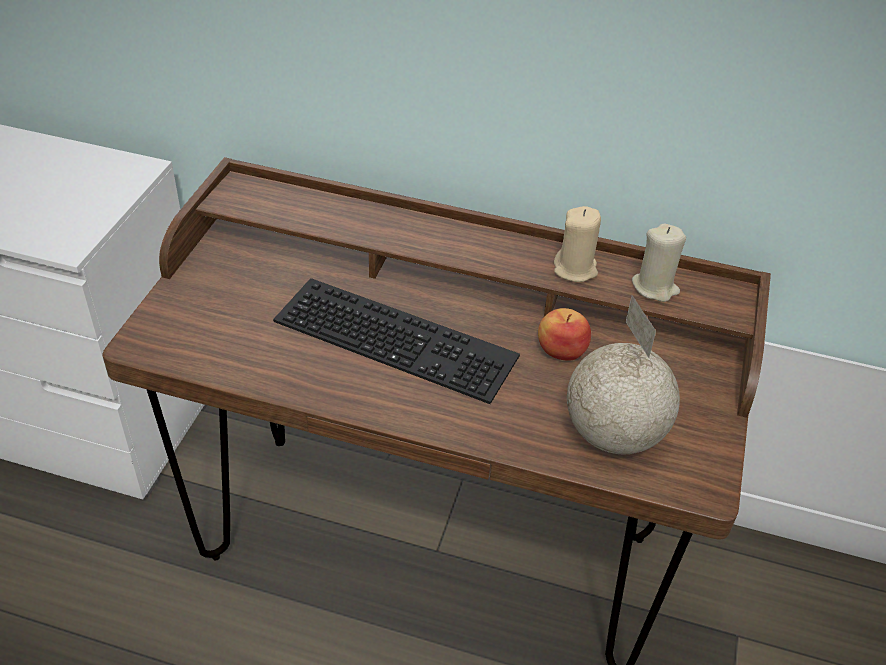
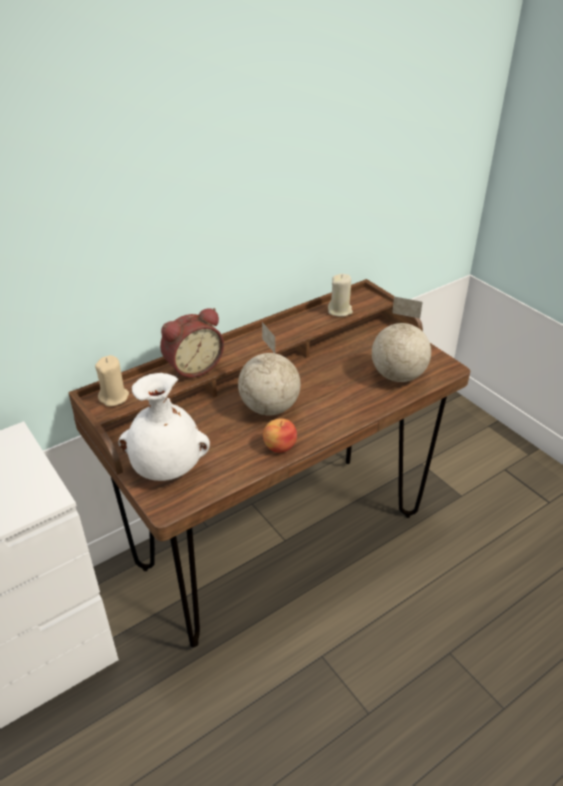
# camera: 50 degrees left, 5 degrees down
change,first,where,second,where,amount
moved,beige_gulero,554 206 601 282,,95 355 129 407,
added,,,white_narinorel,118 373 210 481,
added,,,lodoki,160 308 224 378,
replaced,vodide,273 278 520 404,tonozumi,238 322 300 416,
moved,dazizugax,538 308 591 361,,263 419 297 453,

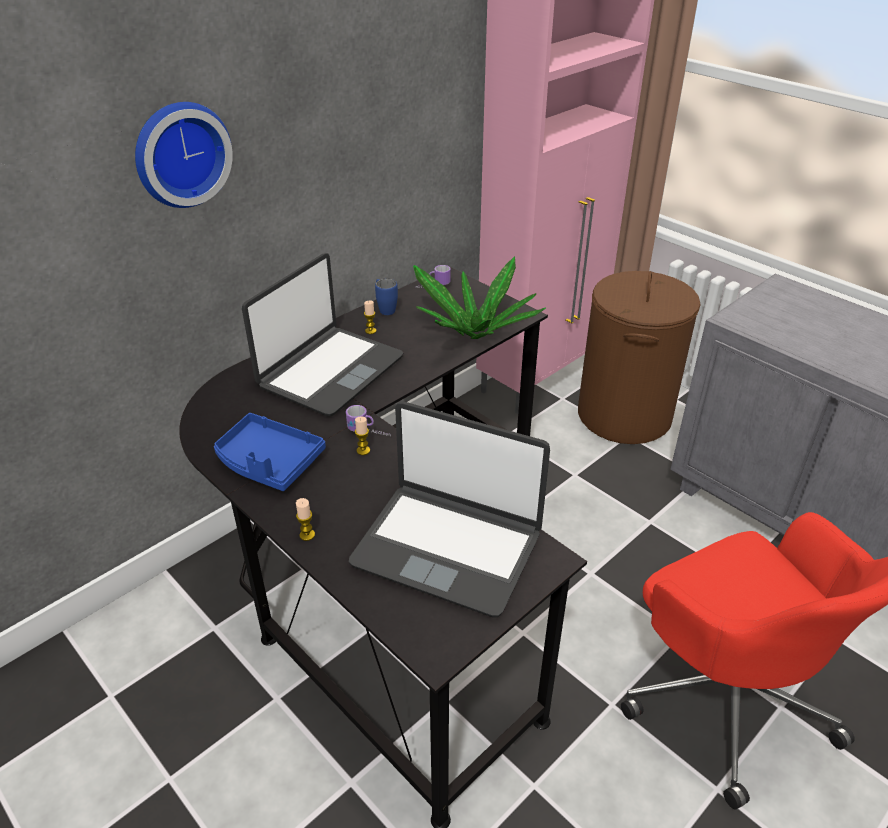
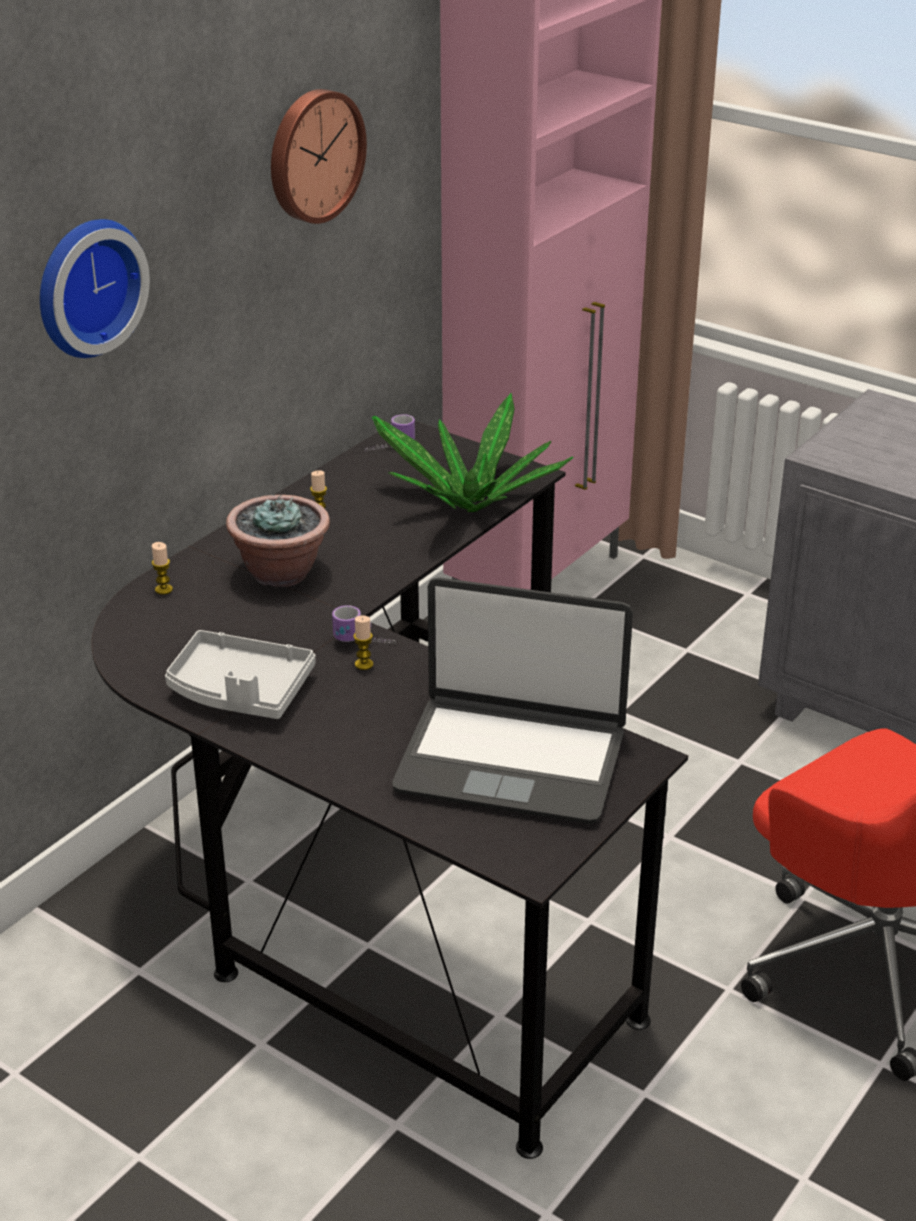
# camera: 10 degrees left, 5 degrees down
change,first,where,second,where,amount
moved,gulero,296 498 315 541,,152 542 173 595,
recoloured,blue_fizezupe,214 413 326 491,grey_fizezupe,165 630 316 719,
replaced,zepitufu,242 253 404 416,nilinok,226 495 330 587,
added,,,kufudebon,271 89 367 224,
removed,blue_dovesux,375 279 398 315,,,
removed,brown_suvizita,578 271 701 444,,,

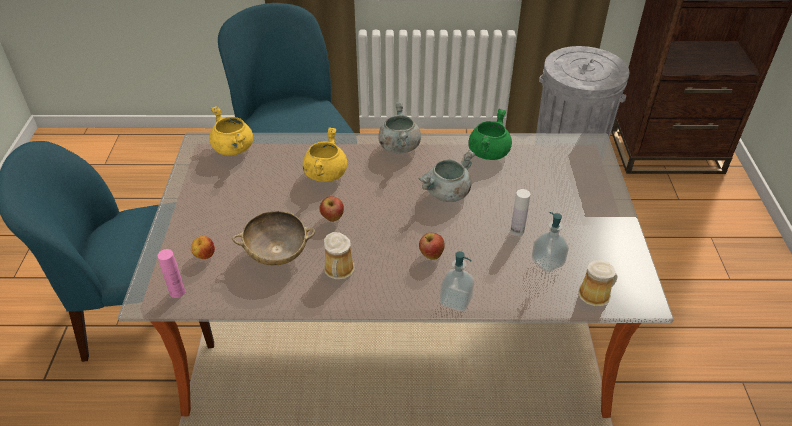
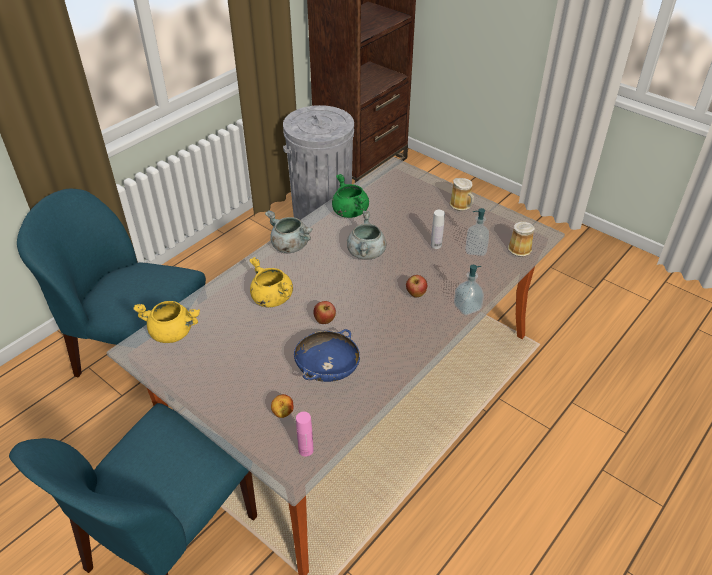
# camera: 50 degrees left, 0 degrees up
change,first,where,second,where,amount
recoloured,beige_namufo,232 211 315 265,blue_namufo,294 329 360 382,
moved,dovesux,324 232 355 280,,450 178 474 211,

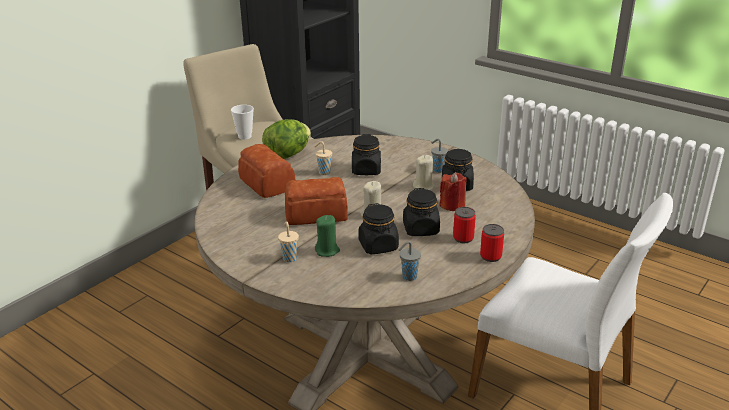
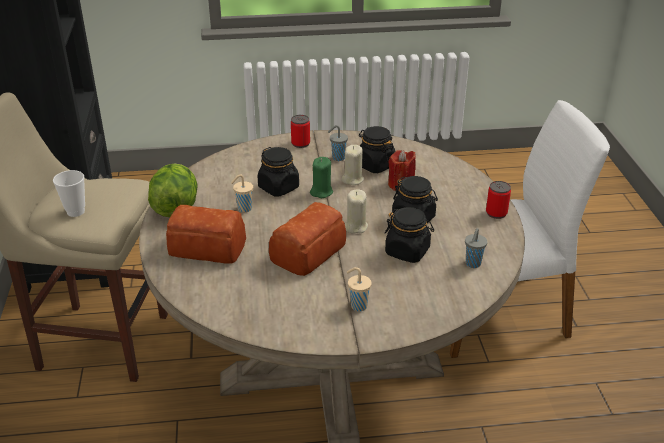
# camera: 45 degrees left, 5 degrees up
change,first,where,second,where,amount
moved,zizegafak,453 207 476 243,,291 115 310 148,
moved,green_gulero,315 215 340 257,,310 157 333 198,

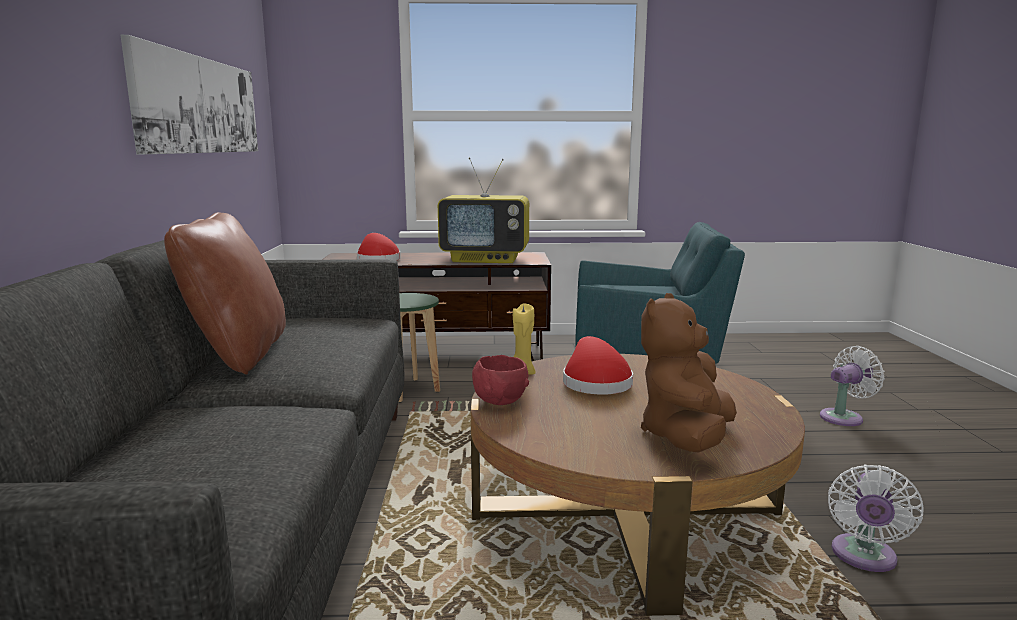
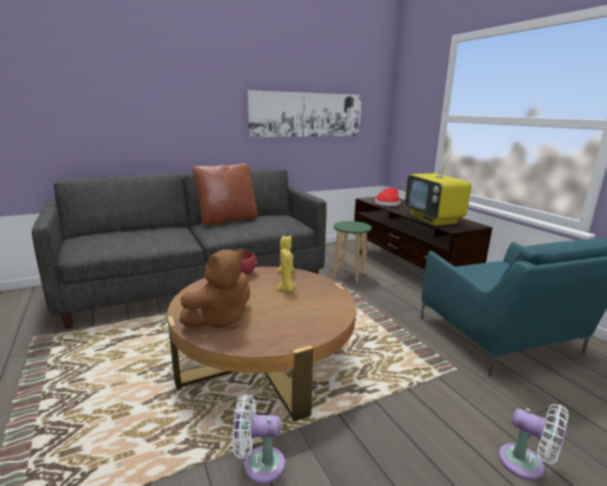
# camera: 65 degrees right, 5 degrees up
change,first,where,second,where,amount
turned,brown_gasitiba,641 293 737 453,,180 249 250 329,135 degrees clockwise
replaced,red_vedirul,563 336 633 395,yellow_gulero,277 249 295 291,

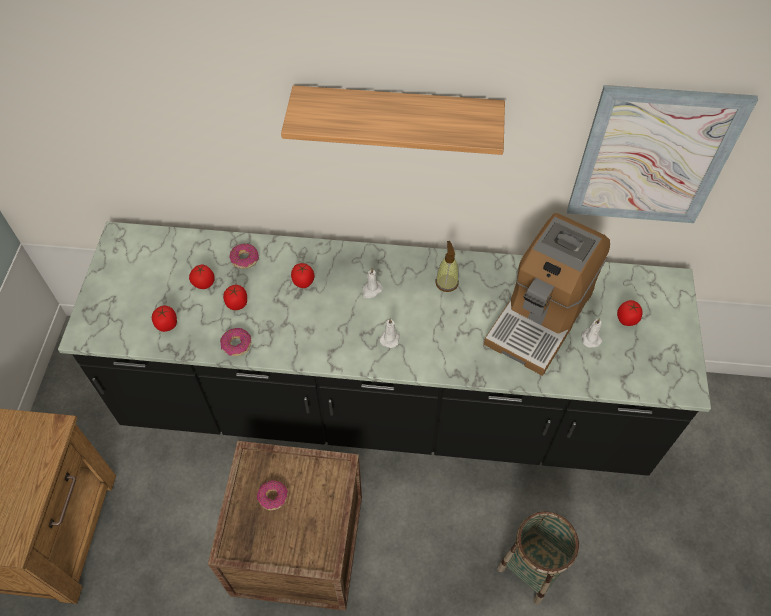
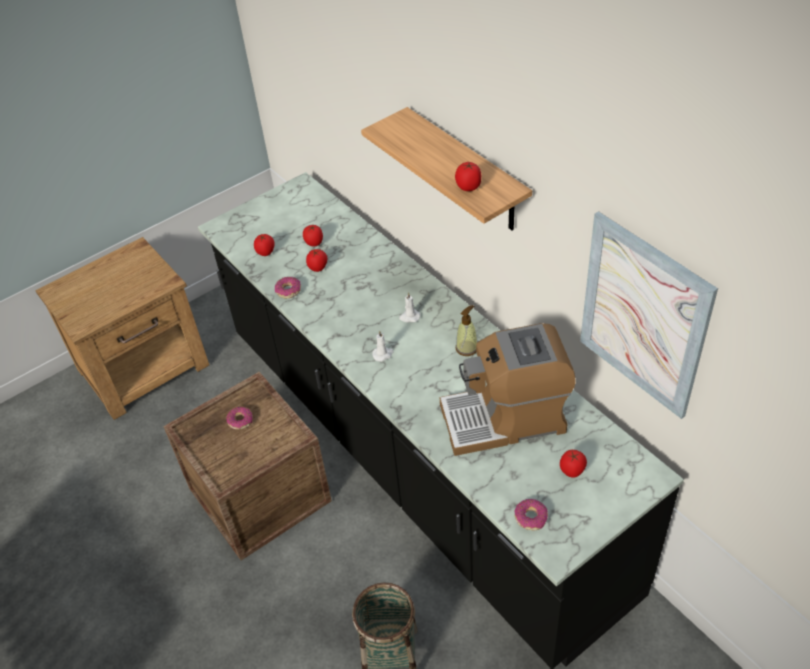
# camera: 50 degrees right, 10 degrees down
change,first,where,second,where,amount
moved,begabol,291 263 314 288,,455 162 481 191,
moved,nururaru,229 244 259 269,,514 499 548 531,
removed,white_gulero,581 318 602 348,,,

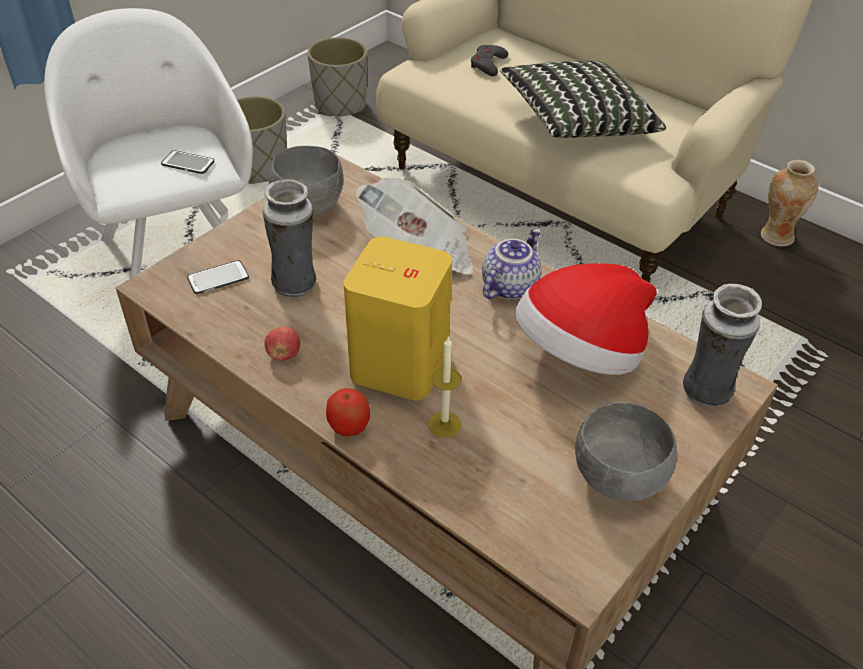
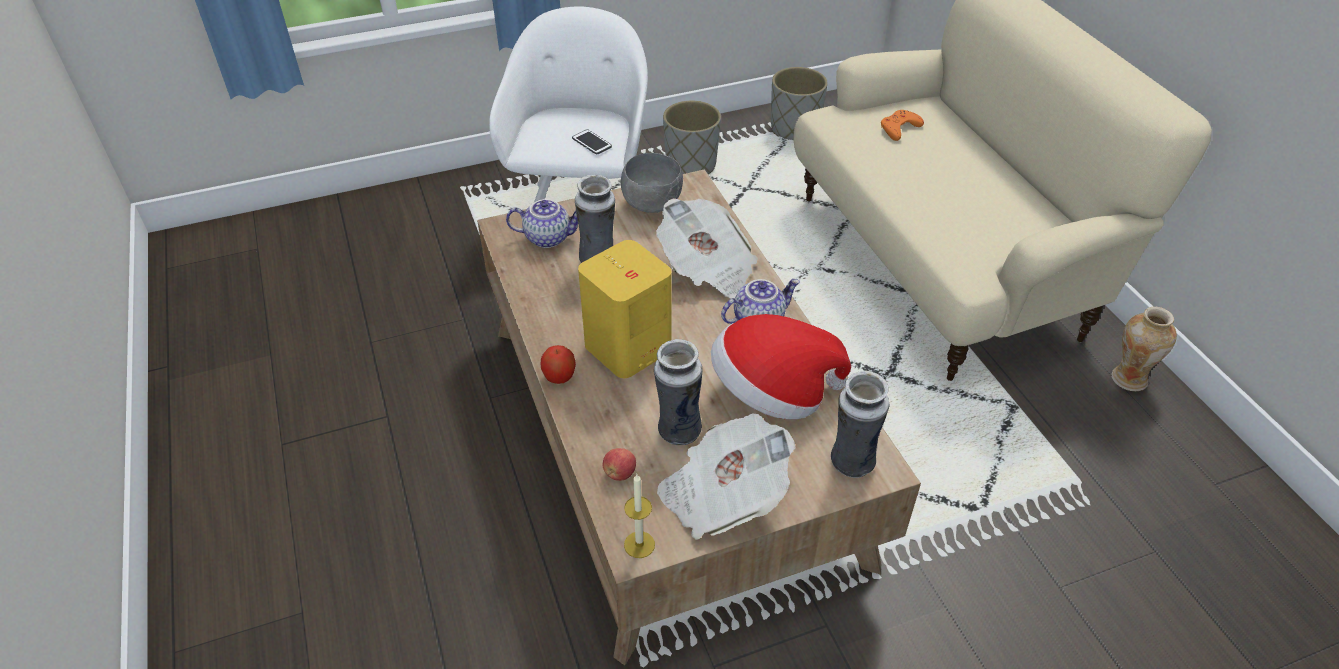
# camera: 30 degrees right, 0 degrees up
change,first,where,second,where,amount
replaced,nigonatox,187 260 249 294,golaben,506 199 578 248,
moved,dazizugax,264 326 300 361,,603 448 636 481,
moved,gulero,428 337 461 437,,624 474 655 558,
added,,,narinorel,654 339 702 445,
replaced,grey_namufo,575 402 677 501,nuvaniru,657 414 796 540,
recoloured,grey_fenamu,471 45 508 76,orange_fenamu,881 110 924 141,
removed,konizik,499 61 666 138,,,

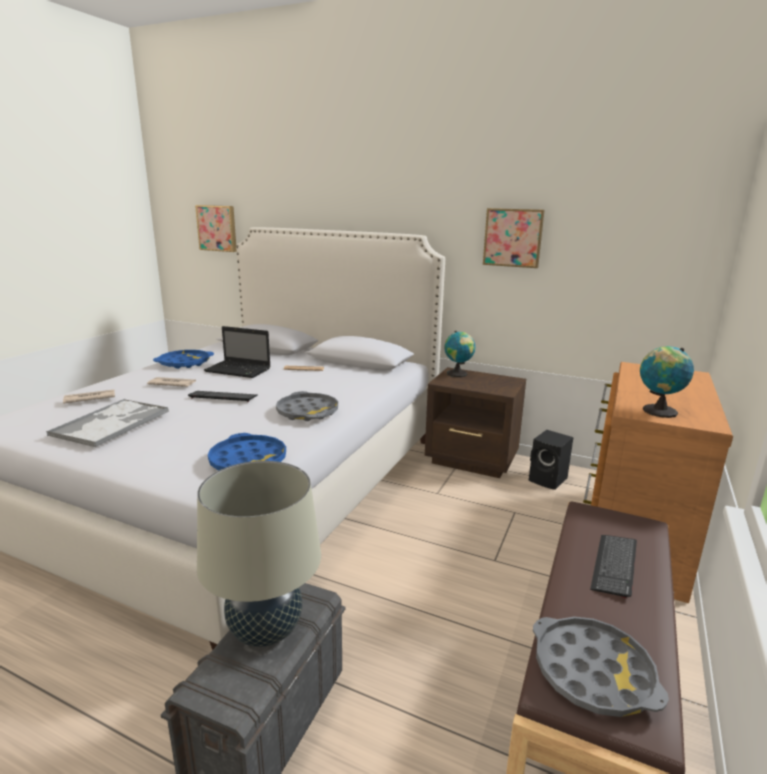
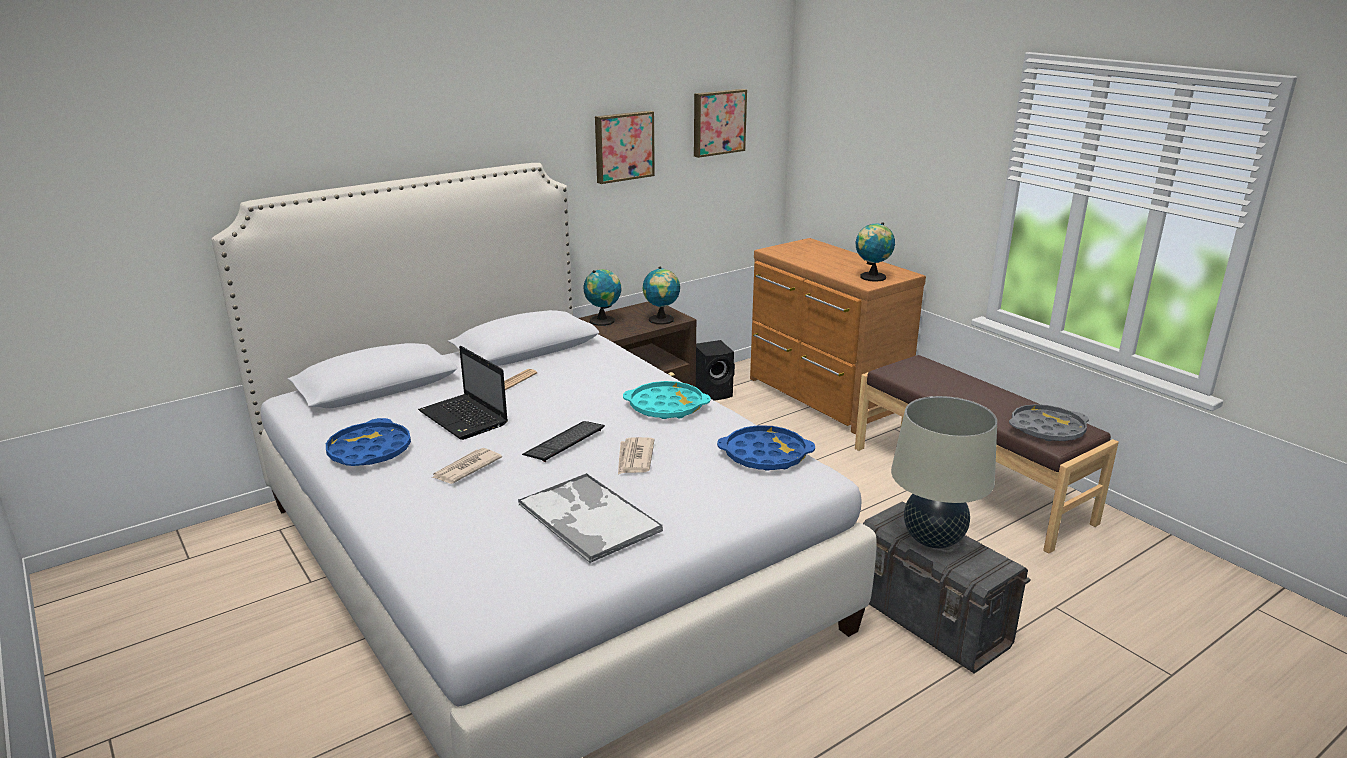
# camera: 60 degrees left, 5 degrees up
change,first,where,second,where,amount
turned,zepitufu,204 326 270 378,,418 346 508 440,90 degrees clockwise
moved,nuvaniru,63 390 115 404,,618 437 655 474,
recoloured,grey_fizezupe,276 391 338 421,turquoise_fizezupe,623 381 711 419,
added,,,tonozumi,643 267 680 325,
moved,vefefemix,195 205 237 252,,694 89 747 158,
removed,vodide,590 535 637 598,,,

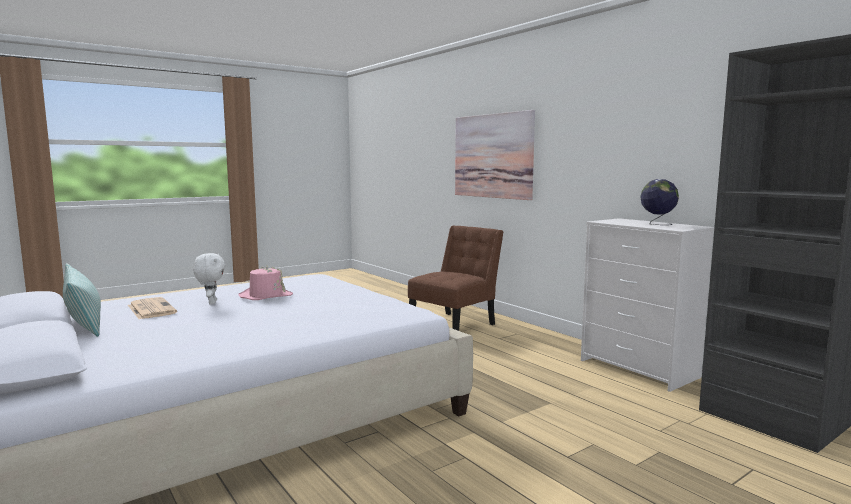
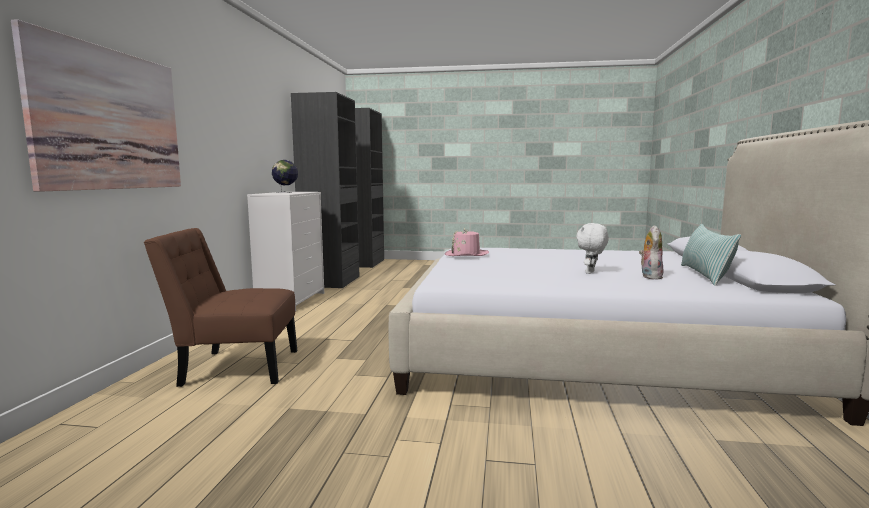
# camera: 135 degrees left, 0 degrees up
change,first,where,second,where,amount
moved,pink_vedirul,239 266 293 300,,445 227 489 256,
replaced,nuvaniru,128 297 177 319,gasitiba,639 226 664 280,

